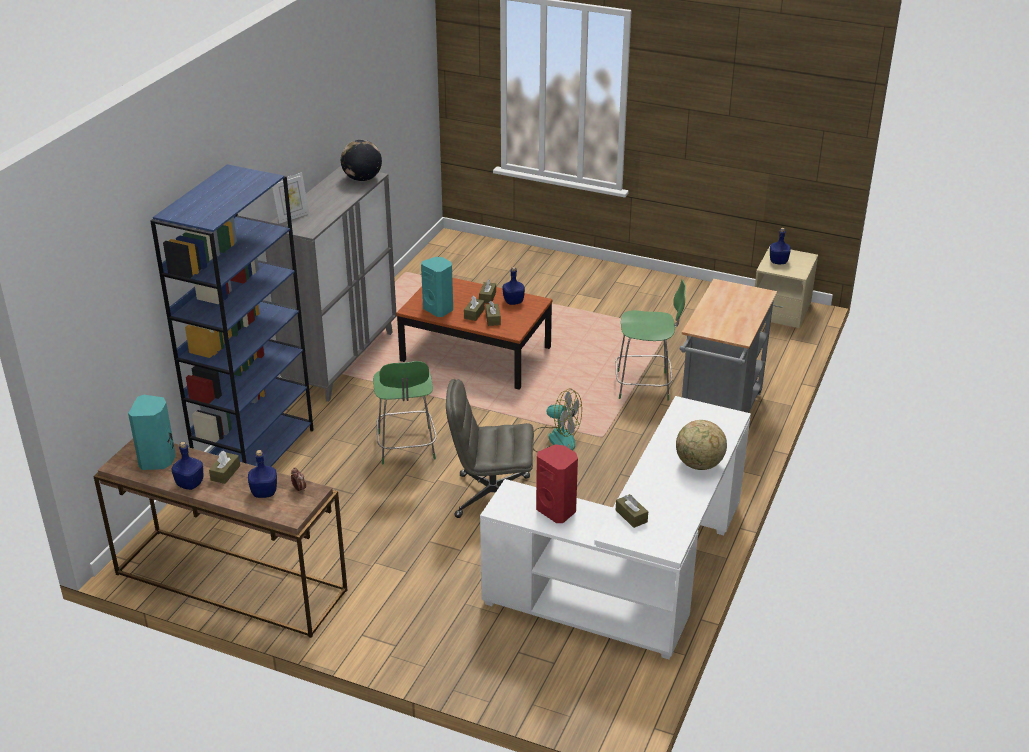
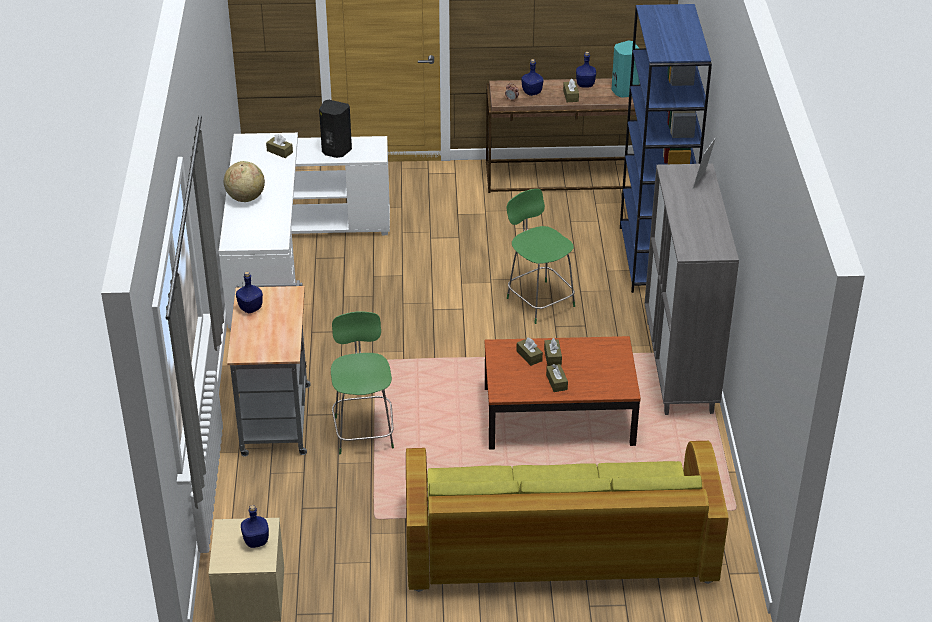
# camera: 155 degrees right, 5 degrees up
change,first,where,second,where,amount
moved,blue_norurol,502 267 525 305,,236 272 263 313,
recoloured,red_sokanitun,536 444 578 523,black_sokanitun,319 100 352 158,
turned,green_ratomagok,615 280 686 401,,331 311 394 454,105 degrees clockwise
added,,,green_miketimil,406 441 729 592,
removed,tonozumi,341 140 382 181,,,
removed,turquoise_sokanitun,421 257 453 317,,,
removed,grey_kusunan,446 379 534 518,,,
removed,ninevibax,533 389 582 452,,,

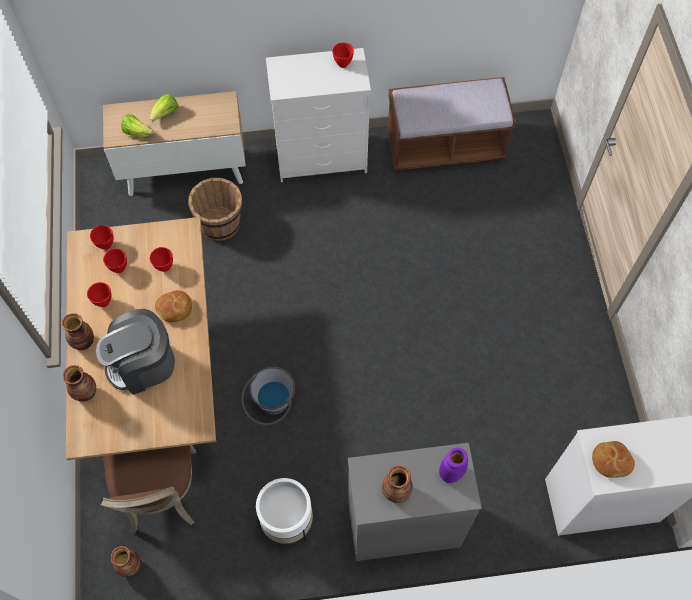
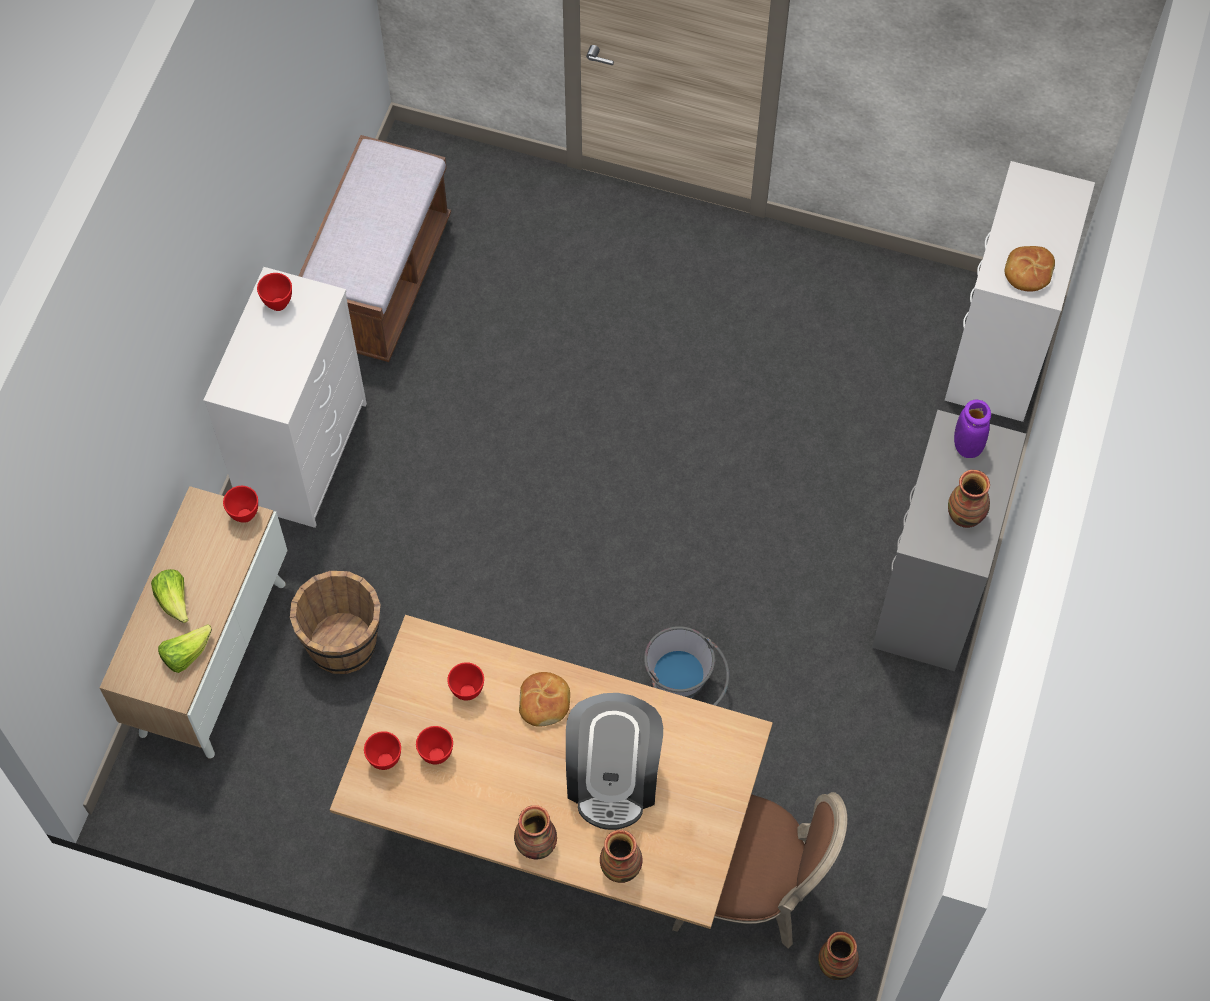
# camera: 65 degrees left, 0 degrees up
change,first,where,second,where,amount
moved,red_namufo,87 282 112 307,,223 486 258 523,
removed,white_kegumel,256 478 313 544,,,

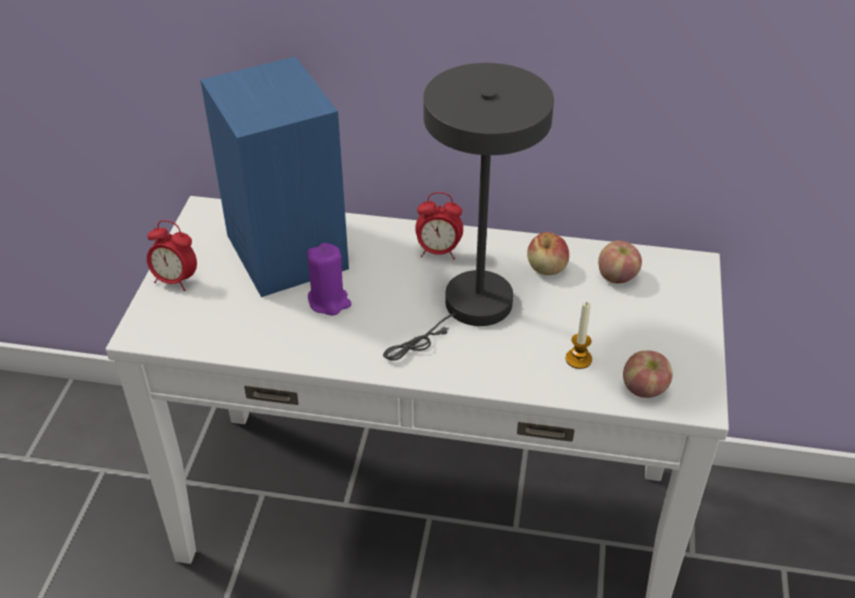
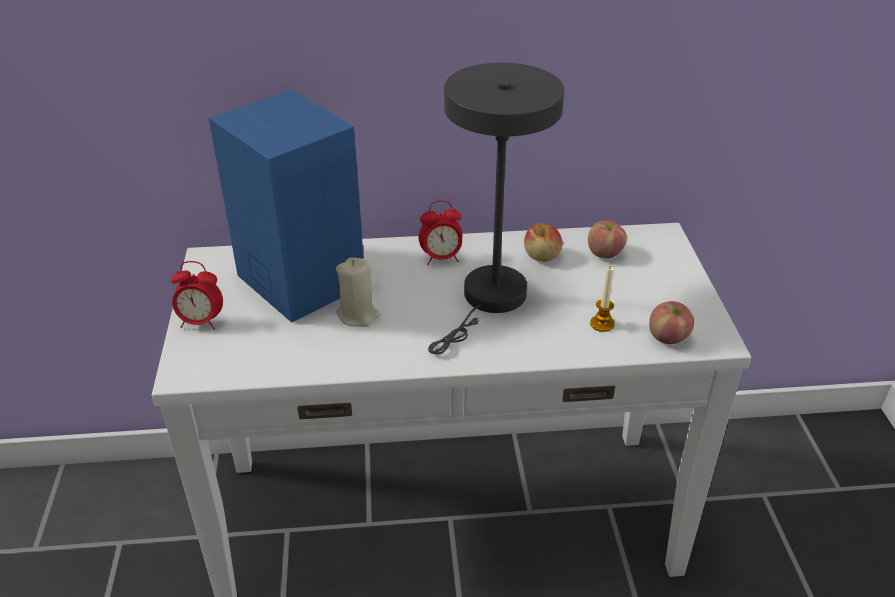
# camera: 15 degrees left, 5 degrees down
change,first,where,second,where,amount
recoloured,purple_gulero,307 243 351 315,beige_gulero,336 257 380 327,

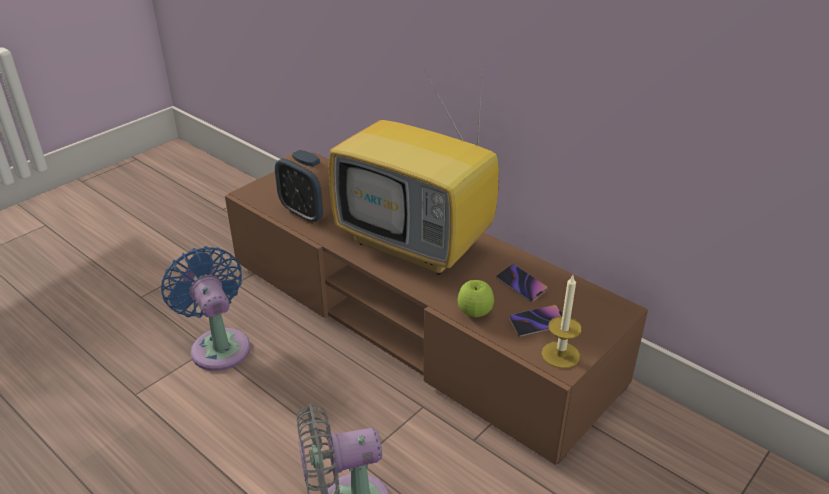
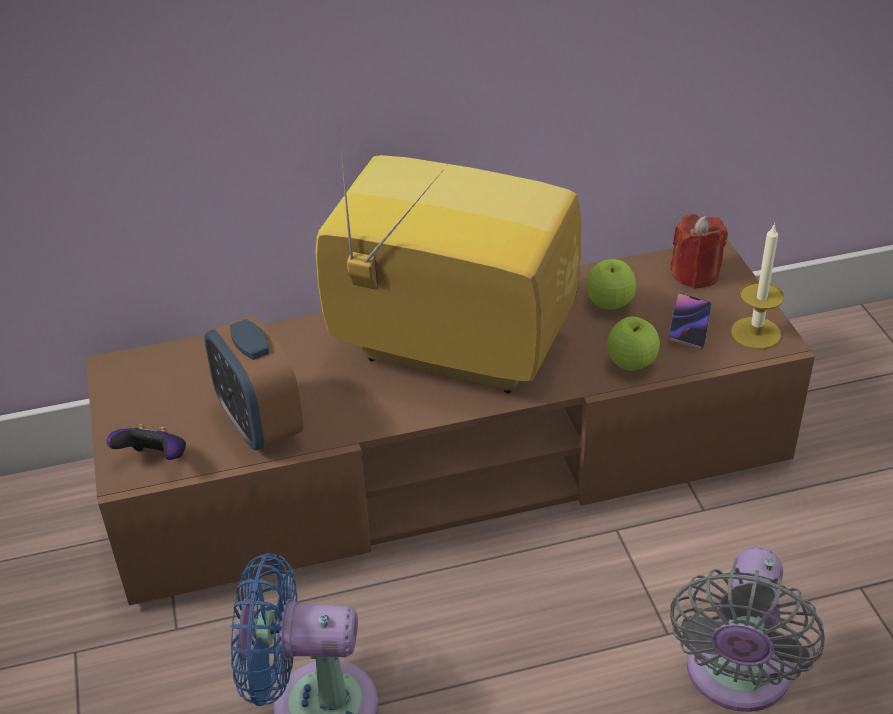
# camera: 55 degrees left, 5 degrees up
change,first,where,second,where,amount
added,,,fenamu,107 424 186 460,
turned,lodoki,275 150 333 224,,204 315 303 450,75 degrees clockwise
turned,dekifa,329 69 499 275,,315 120 581 393,135 degrees counterclockwise
replaced,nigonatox,496 264 548 302,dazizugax,587 259 636 310,
added,,,red_gulero,670 214 728 289,

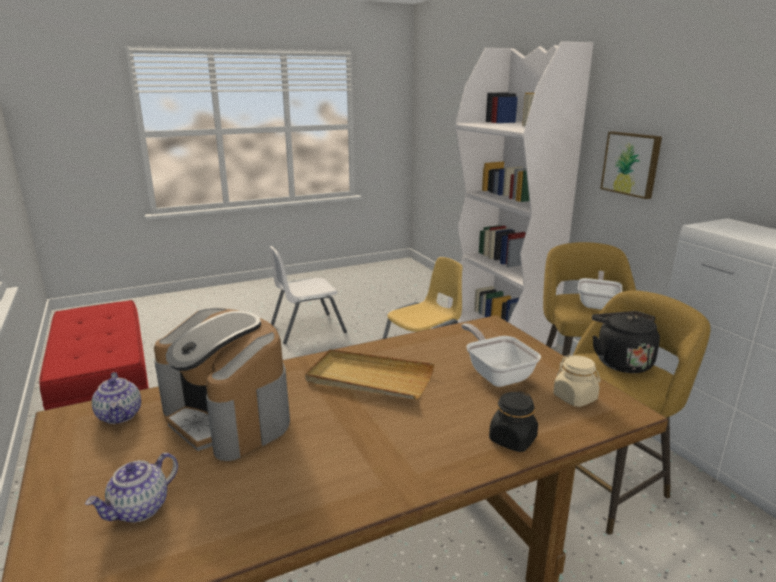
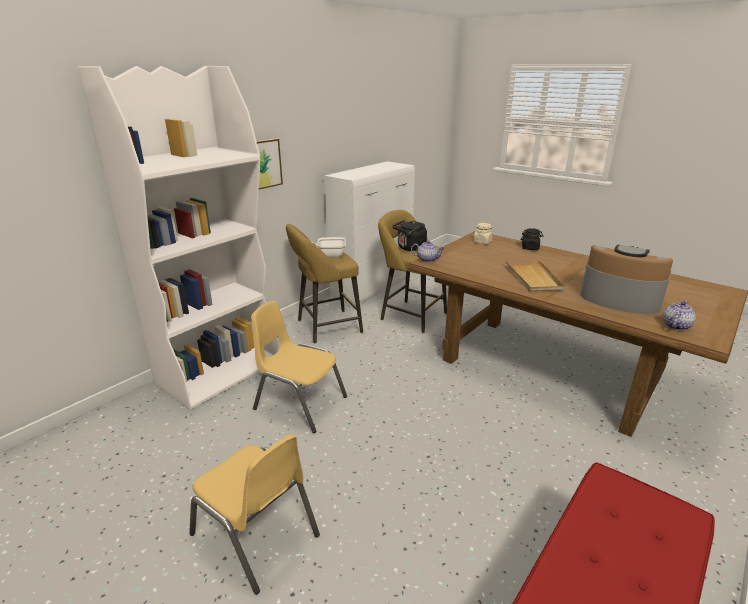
# camera: 115 degrees left, 5 degrees up
change,first,where,second,where,amount
recoloured,white_ratomagok,269 246 347 344,yellow_ratomagok,189 434 320 595,
moved,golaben,85 453 178 522,,411 241 445 262,
turned,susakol,154 308 290 461,,580 245 673 314,75 degrees counterclockwise
removed,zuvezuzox,461 323 541 387,,,

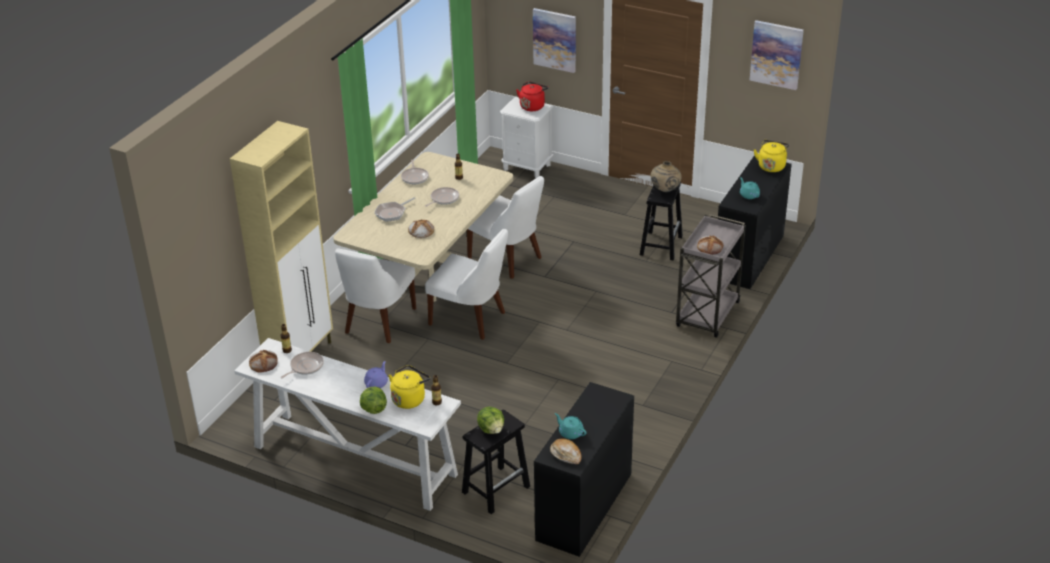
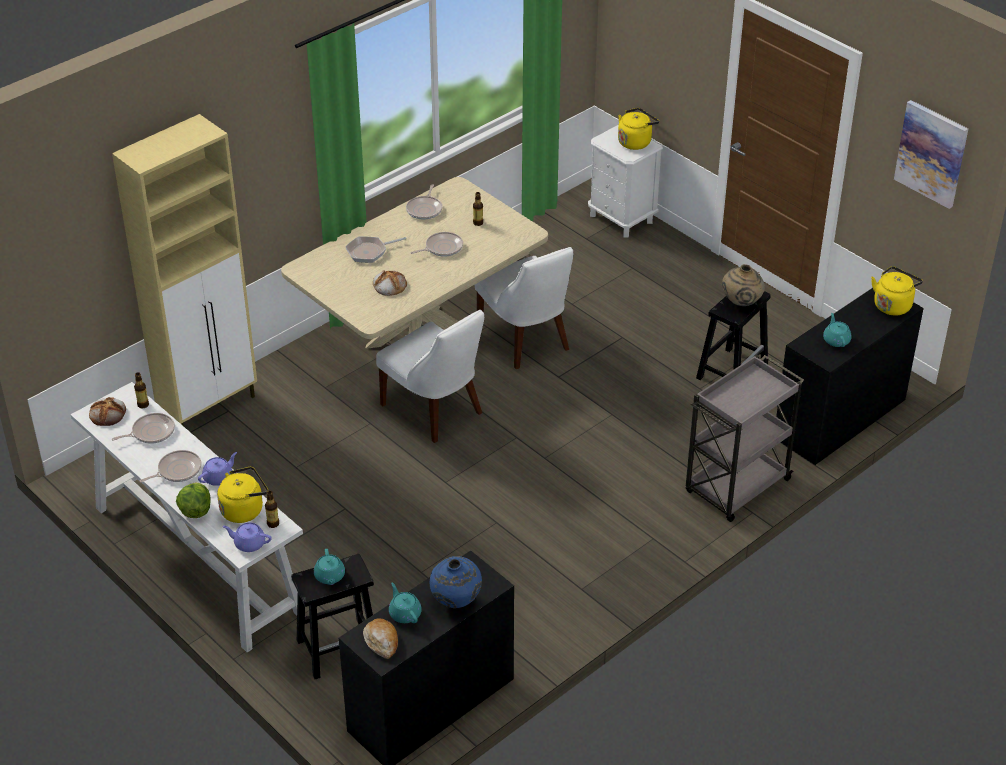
# camera: 20 degrees right, 5 degrees up
change,first,where,second,where,amount
added,,,zuvezuzox,140 450 201 483,
added,,,purple_golaben,223 522 272 552,
replaced,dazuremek,477 406 504 434,turquoise_golaben,314 549 345 585,
added,,,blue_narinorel,430 556 482 608,
recoloured,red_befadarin,516 82 549 111,yellow_befadarin,618 108 659 150,
removed,white_ratomagok,335 248 416 343,,,
removed,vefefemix,533 8 576 73,,,
removed,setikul,697 235 723 254,,,

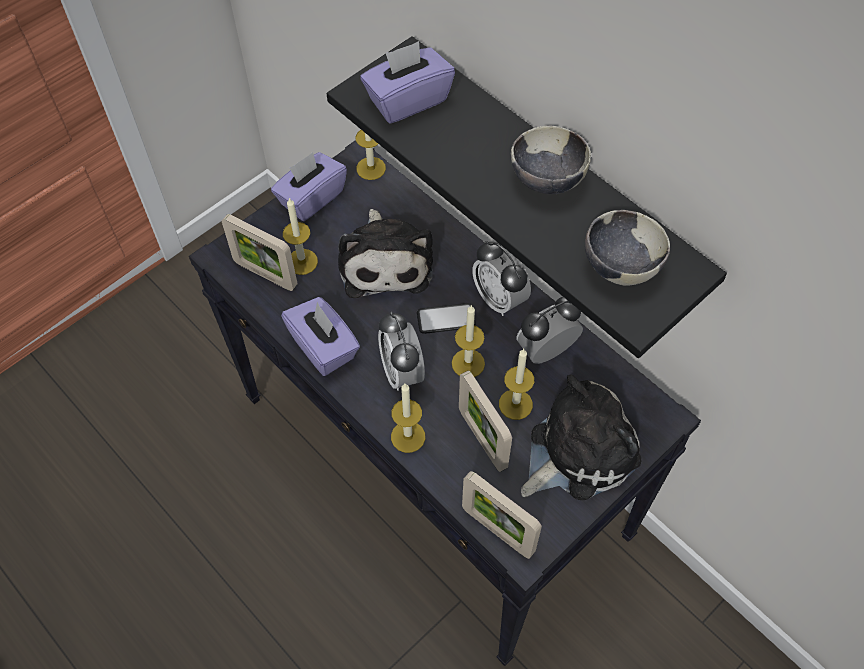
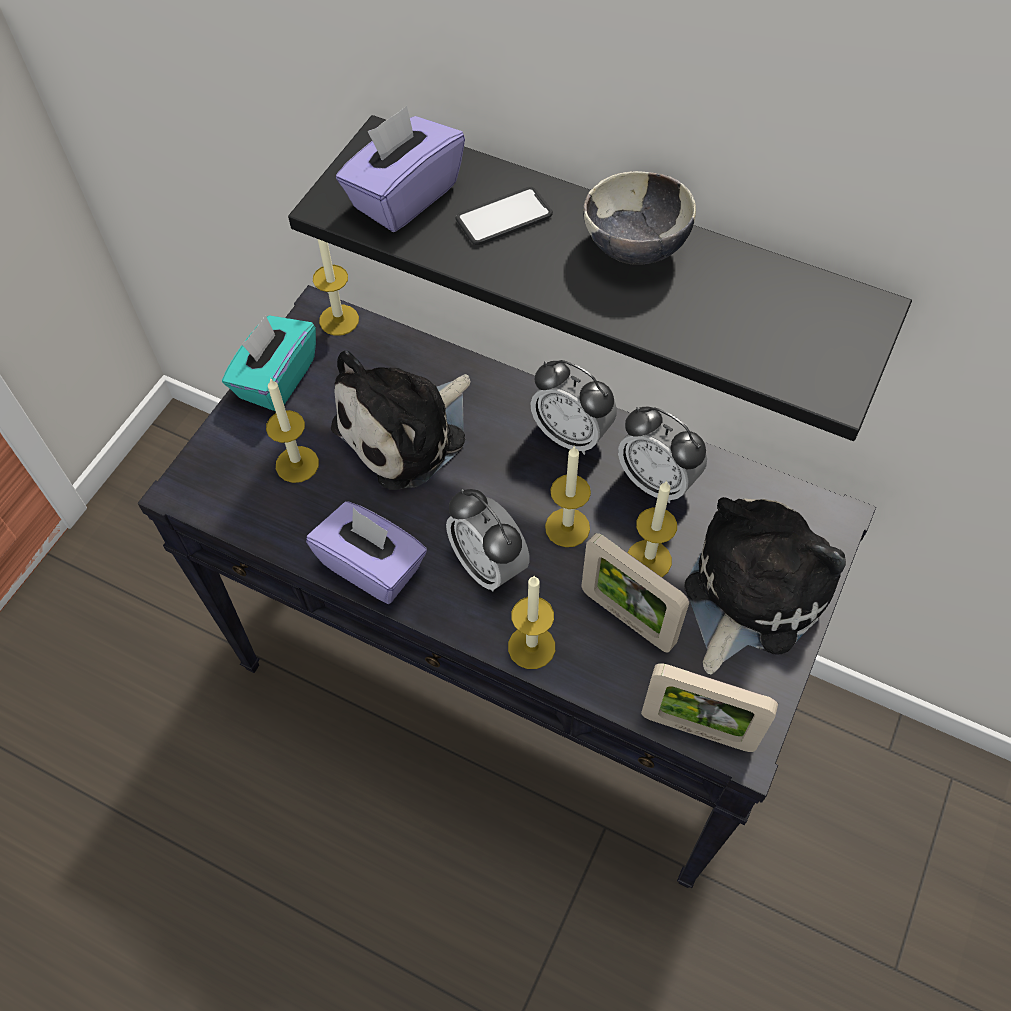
# camera: 20 degrees left, 0 degrees up
change,first,where,second,where,amount
recoloured,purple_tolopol,271 152 347 221,turquoise_tolopol,222 315 316 411,
turned,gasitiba,338 209 433 298,,331 350 470 490,75 degrees clockwise
moved,nigonatox,417 303 476 334,,456 187 553 245,
turned,lodoki,516 296 583 364,,618 407 707 503,90 degrees counterclockwise
removed,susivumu,222 214 298 291,,,
removed,namufo,585 210 670 286,,,

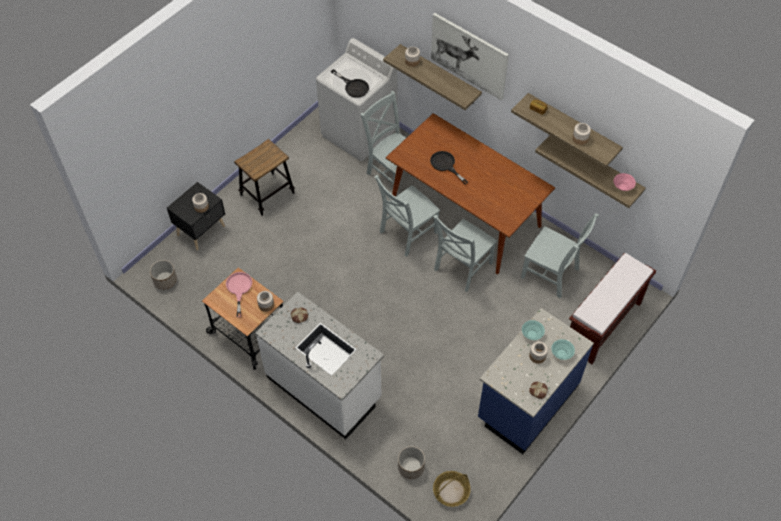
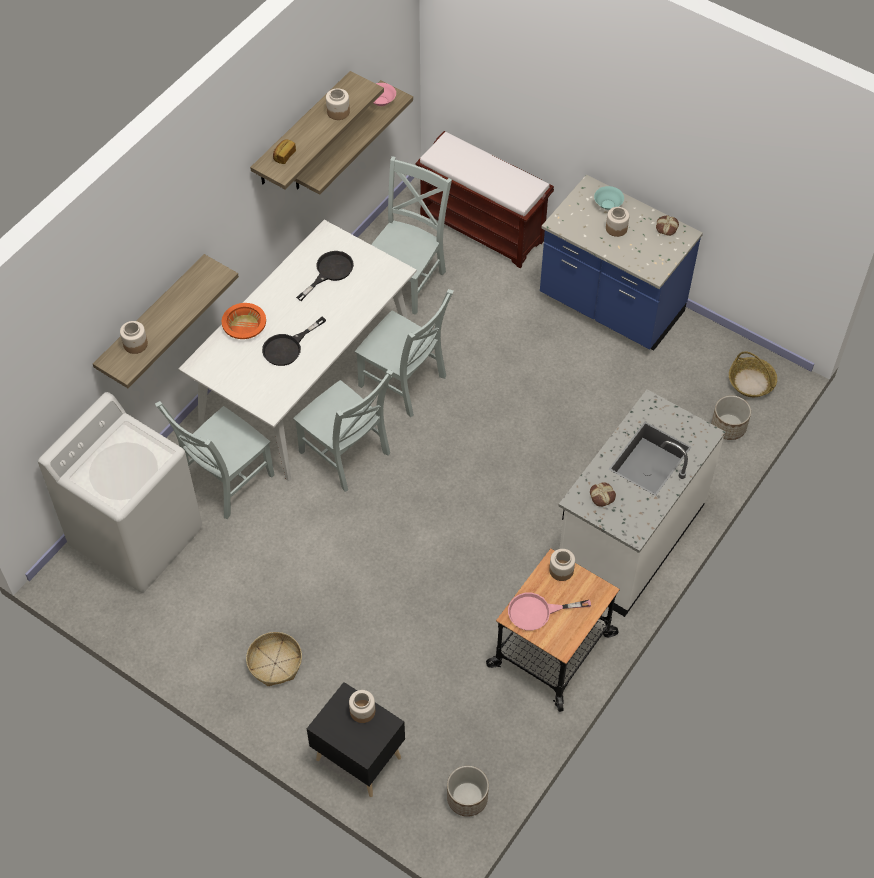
# camera: 95 degrees left, 0 degrees up
change,first,where,second,where,amount
recoloured,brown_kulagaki,386 113 555 275,white_kulagaki,178 220 417 481,
added,,,orange_namufo,222 303 266 339,
replaced,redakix,234 139 295 216,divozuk,246 632 302 686,
moved,black_zuvezuzox,331 69 369 98,,296 251 354 301,
removed,vefefemix,431 13 509 100,,,
removed,turquoise_namufo,522 320 545 340,,,

